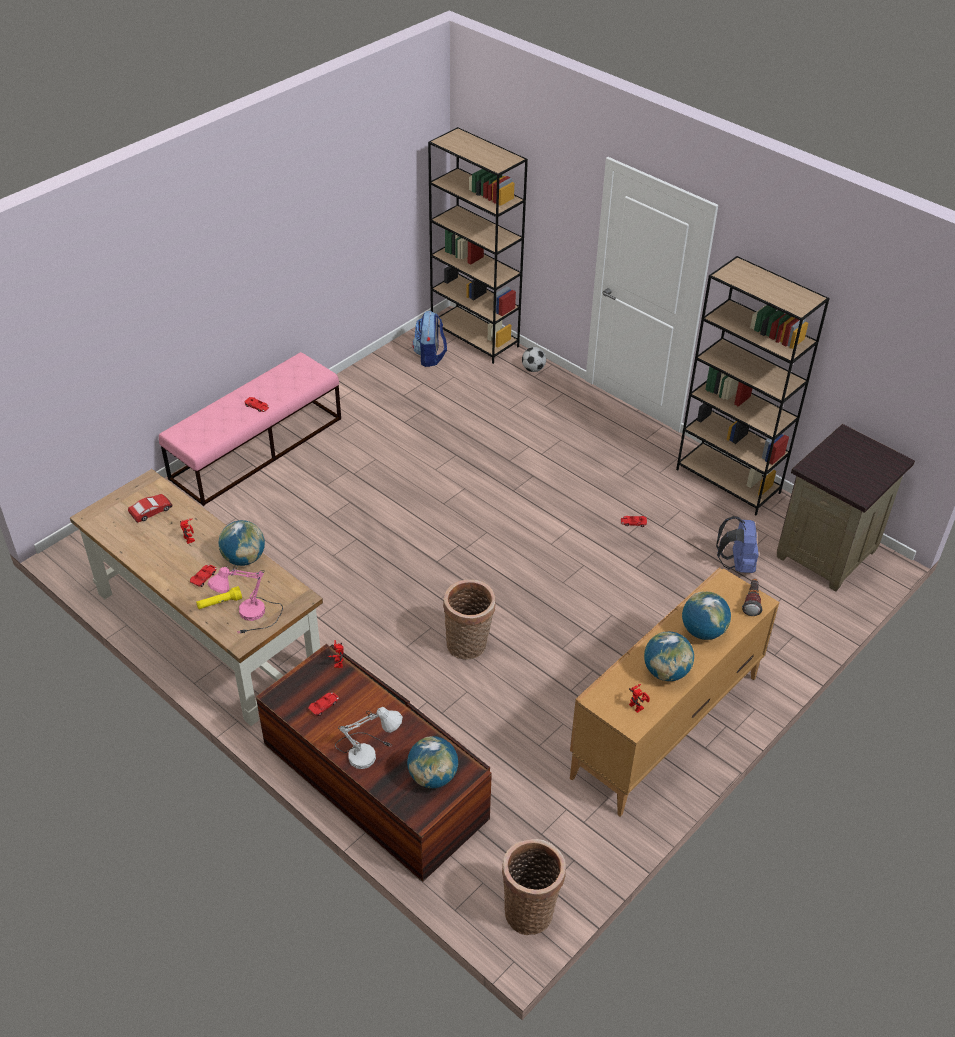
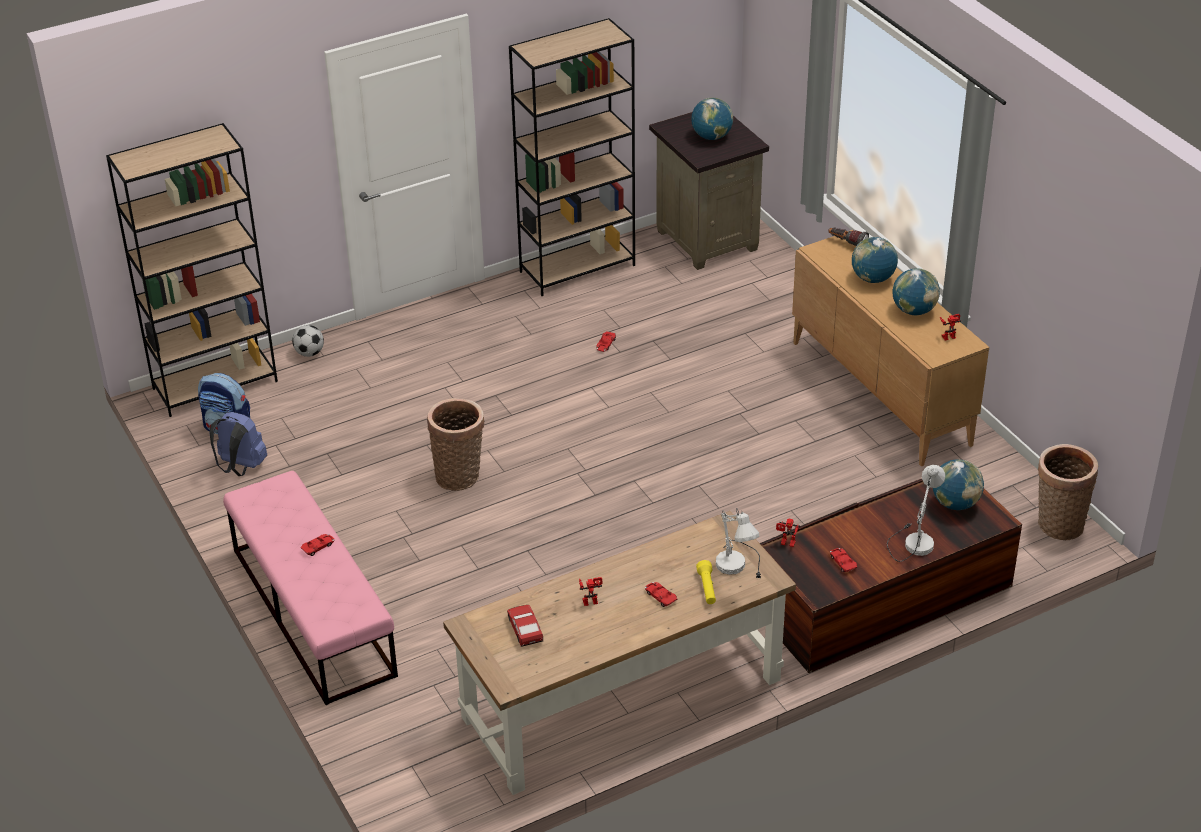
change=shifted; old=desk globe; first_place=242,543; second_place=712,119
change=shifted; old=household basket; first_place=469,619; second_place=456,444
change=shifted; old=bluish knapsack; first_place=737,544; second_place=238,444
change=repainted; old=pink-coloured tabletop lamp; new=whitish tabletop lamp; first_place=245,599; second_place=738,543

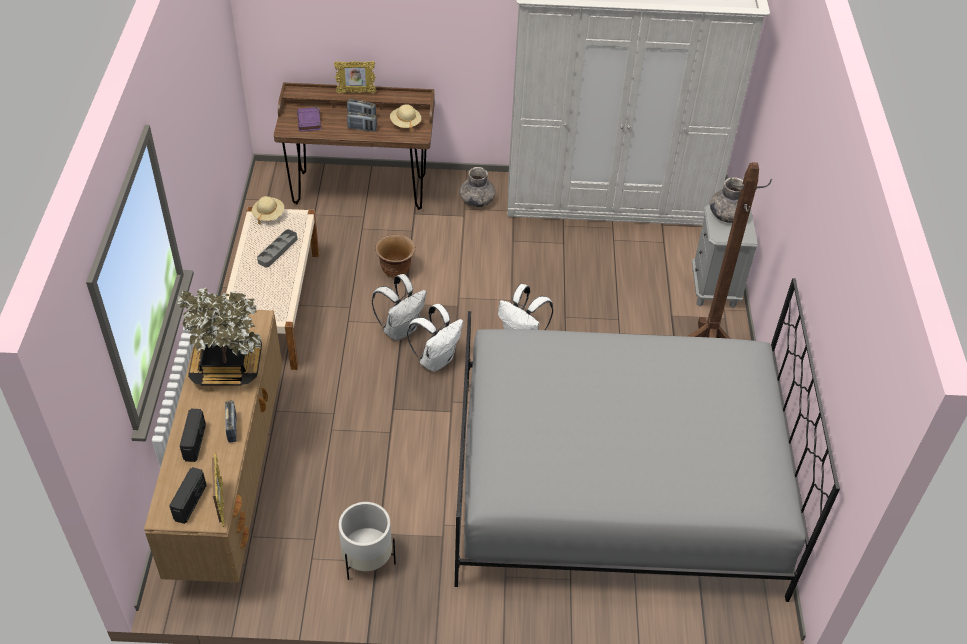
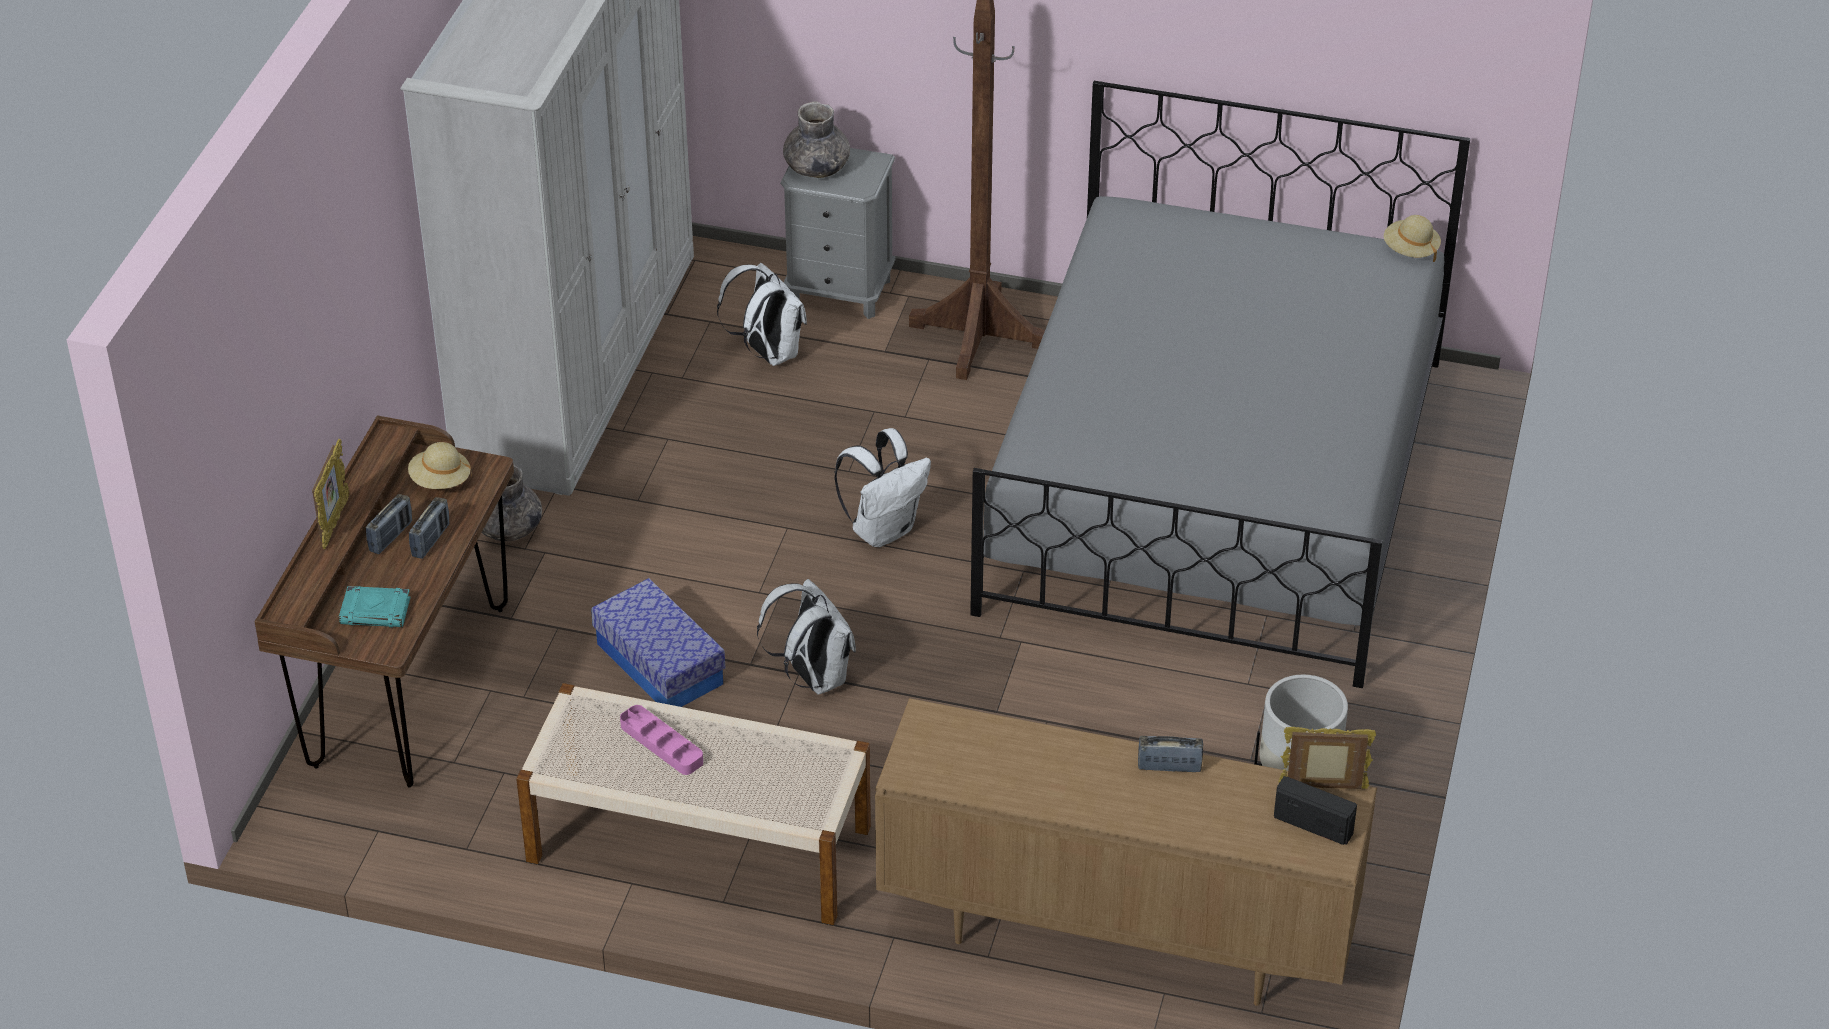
change=gone; old=potted plant; first_place=219,336
change=gone; old=radio; first_place=193,435
change=shifted; old=sand-coloured hat; first_place=268,210; second_place=1412,238
change=shifted; old=whitish knapsack; first_place=435,338; second_place=762,314
change=swapped; old=brownish flower pot; new=storage box; first_place=395,256; second_place=658,642
change=repainted; old=gray carrying tray; new=pink-coloured carrying tray; first_place=277,248; second_place=661,740
change=repainted; old=purple book; new=turquoise book; first_place=309,119; second_place=375,606

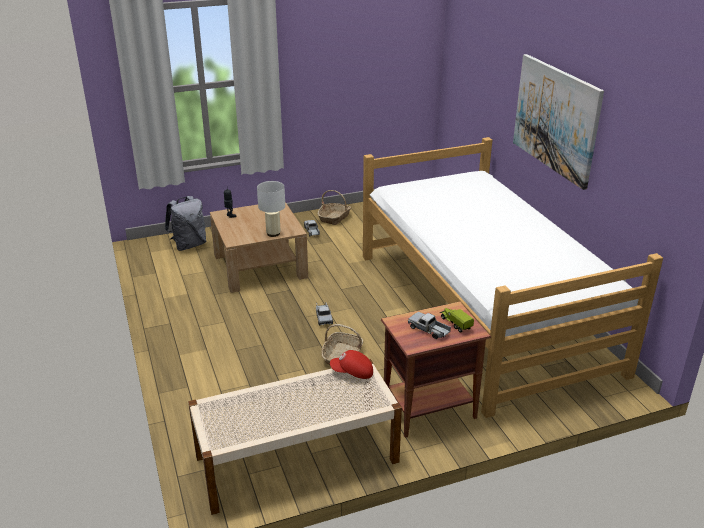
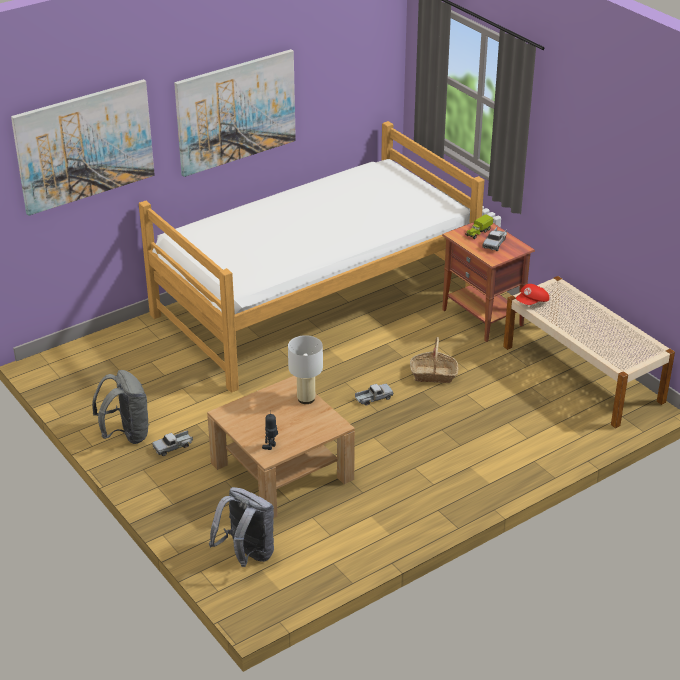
change=new; new=picture; second_place=83,147
change=swapped; old=household basket; new=gray knapsack; first_place=334,207; second_place=120,407
change=rotated; old=red baseball cap; first_place=351,364; second_place=532,294; degrees=60

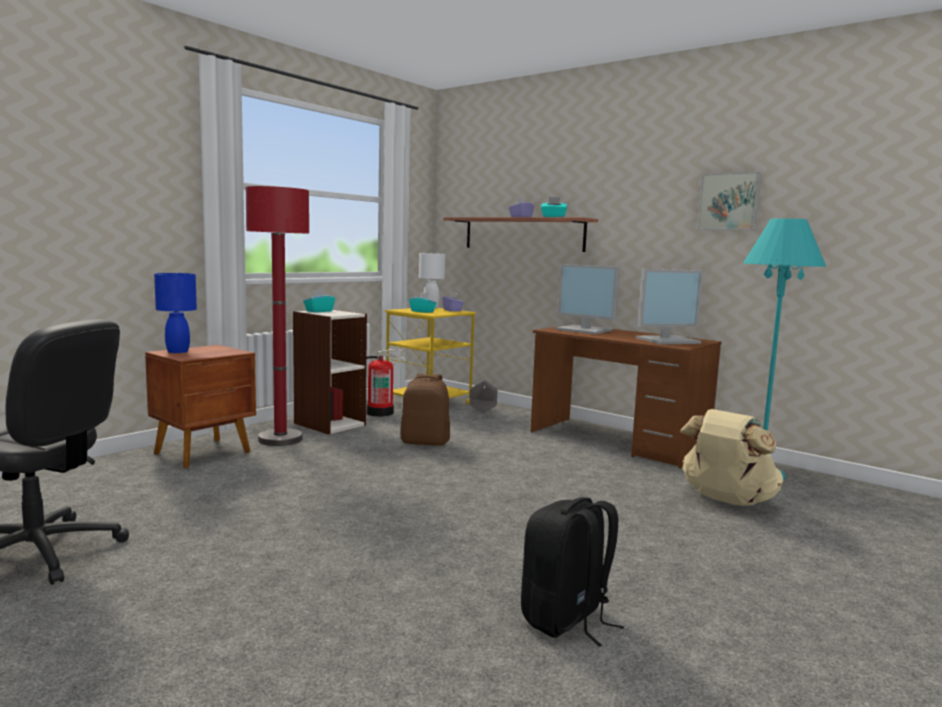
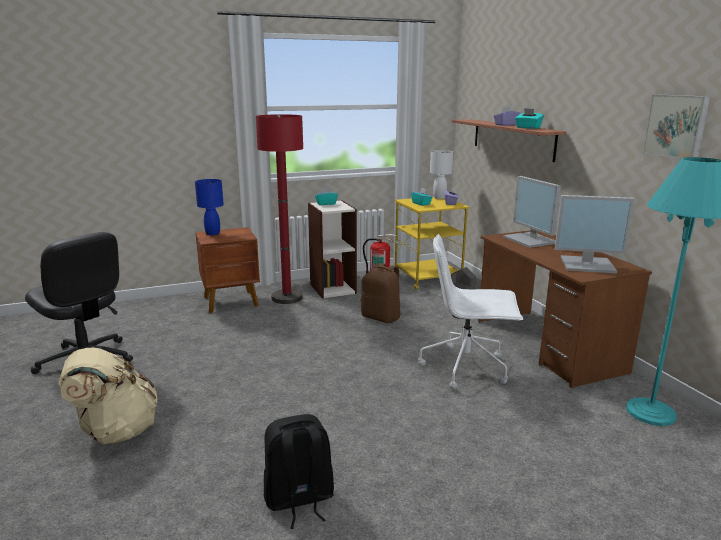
change=new; new=whitish desk chair; second_place=470,312
change=shifted; old=sand-coloured knapsack; first_place=731,457; second_place=108,396

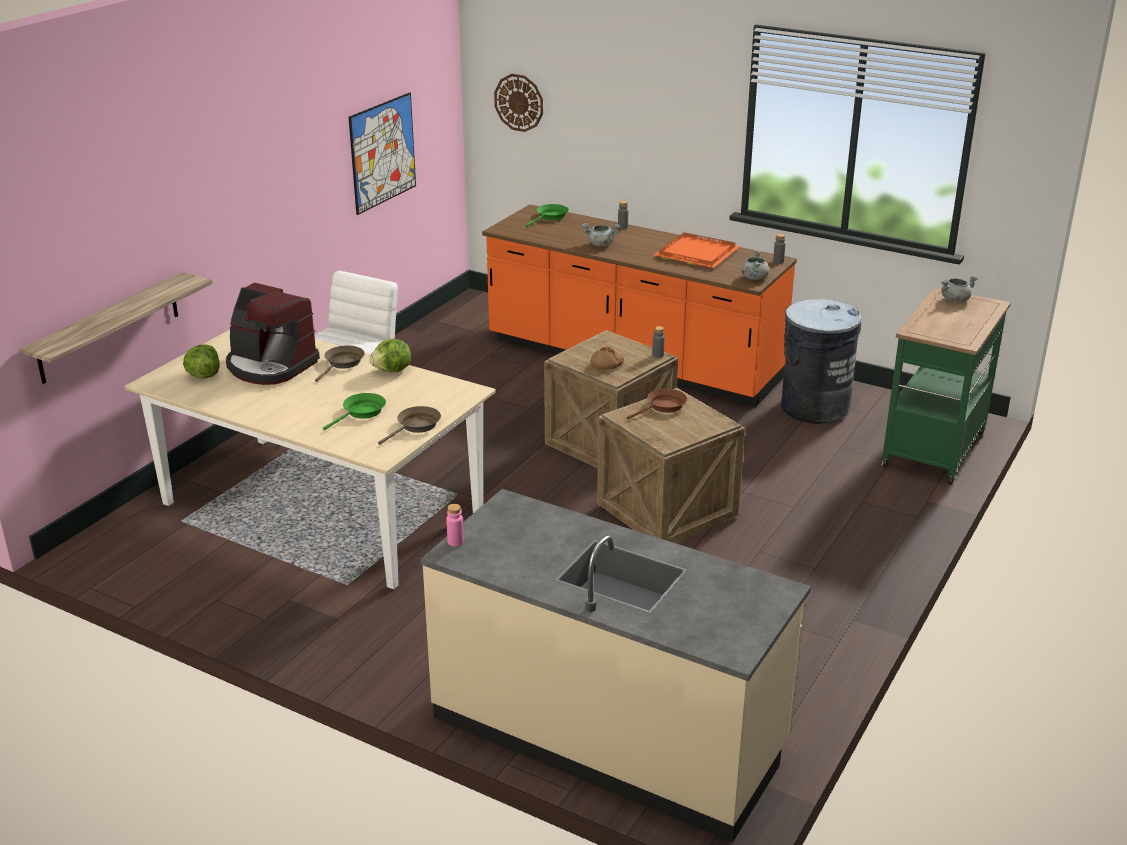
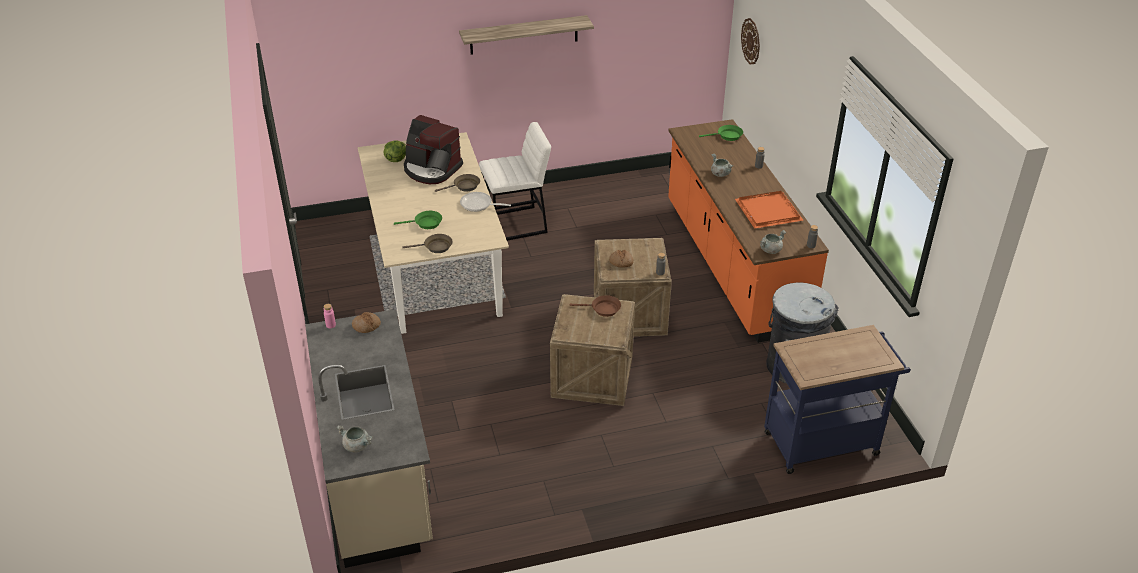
change=gone; old=picture; first_place=382,153
change=new; new=bakery bread; second_place=366,322
change=shifted; old=bracket shelf; first_place=116,328; second_place=526,35
change=shifted; old=gray stockpot; first_place=959,289; second_place=354,439
change=swapped; old=lettuce head; new=frying pan; first_place=390,355; second_place=485,202
change=repainted; old=green-coloured trolley; new=bluish trolley; first_place=946,386; second_place=837,399
change=rotated; old=coffee machine; first_place=273,334; second_place=433,149; degrees=-45

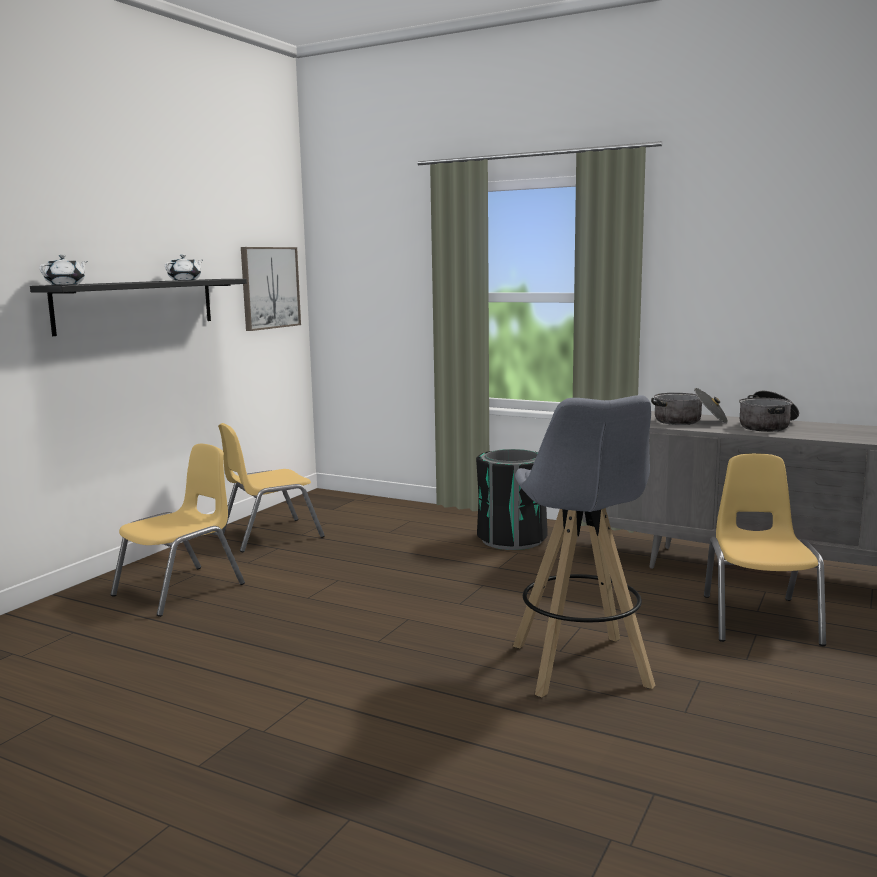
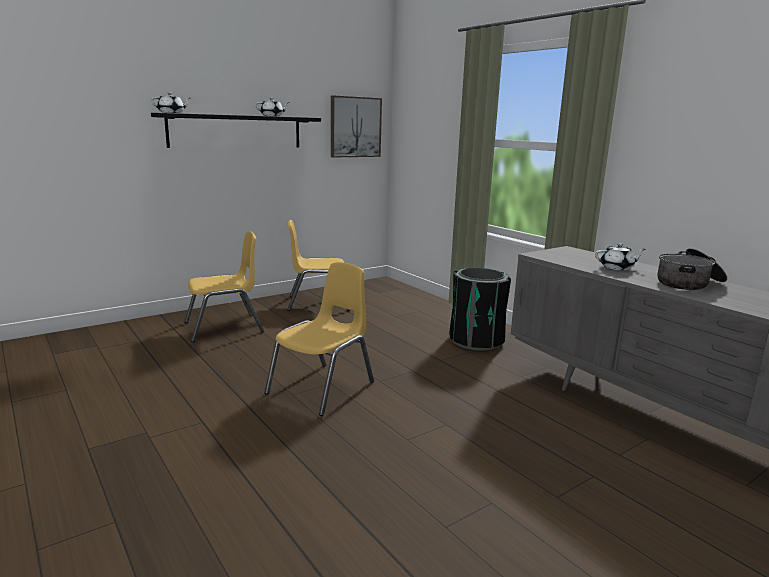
change=gone; old=gray stool seat; first_place=584,546
change=shifted; old=yellow chair; first_place=765,550; second_place=319,339
change=swapped; old=stockpot; new=whitish tea pot; first_place=689,406; second_place=620,256

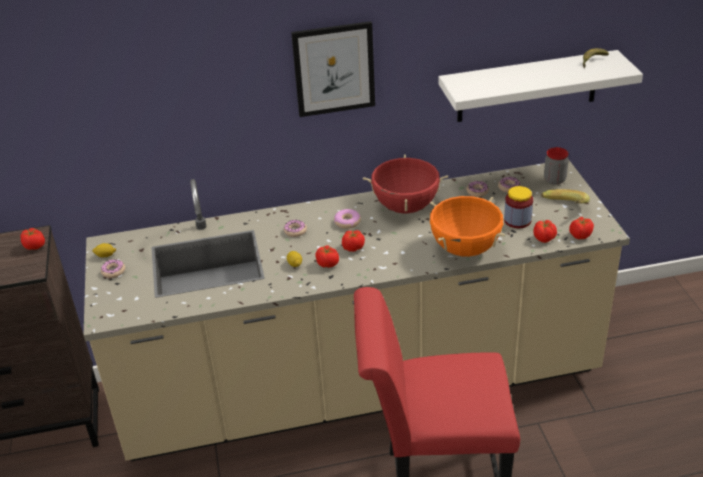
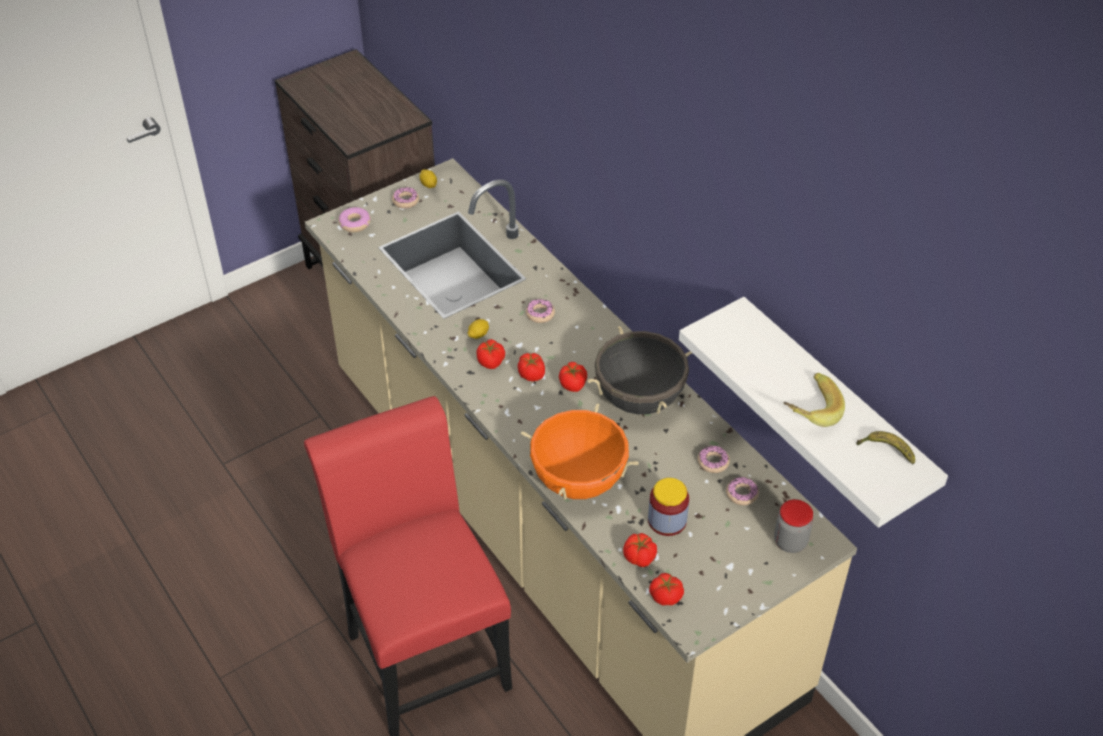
change=gone; old=picture; first_place=333,69
change=shifted; old=tomato; first_place=32,239; second_place=573,377
change=shifted; old=donut; first_place=347,219; second_place=354,219
change=shifted; old=whole banana; first_place=565,196; second_place=814,400
change=repainted; old=red stockpot; new=black stockpot; first_place=405,183; second_place=639,370

